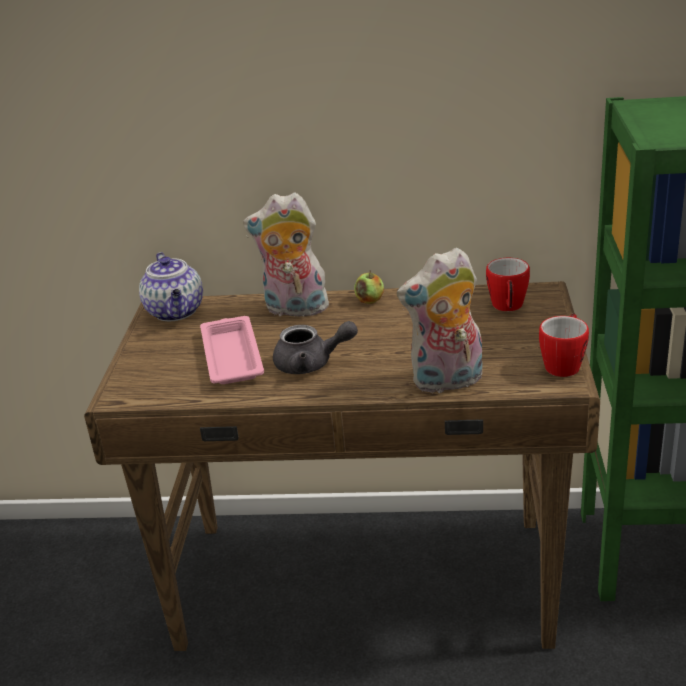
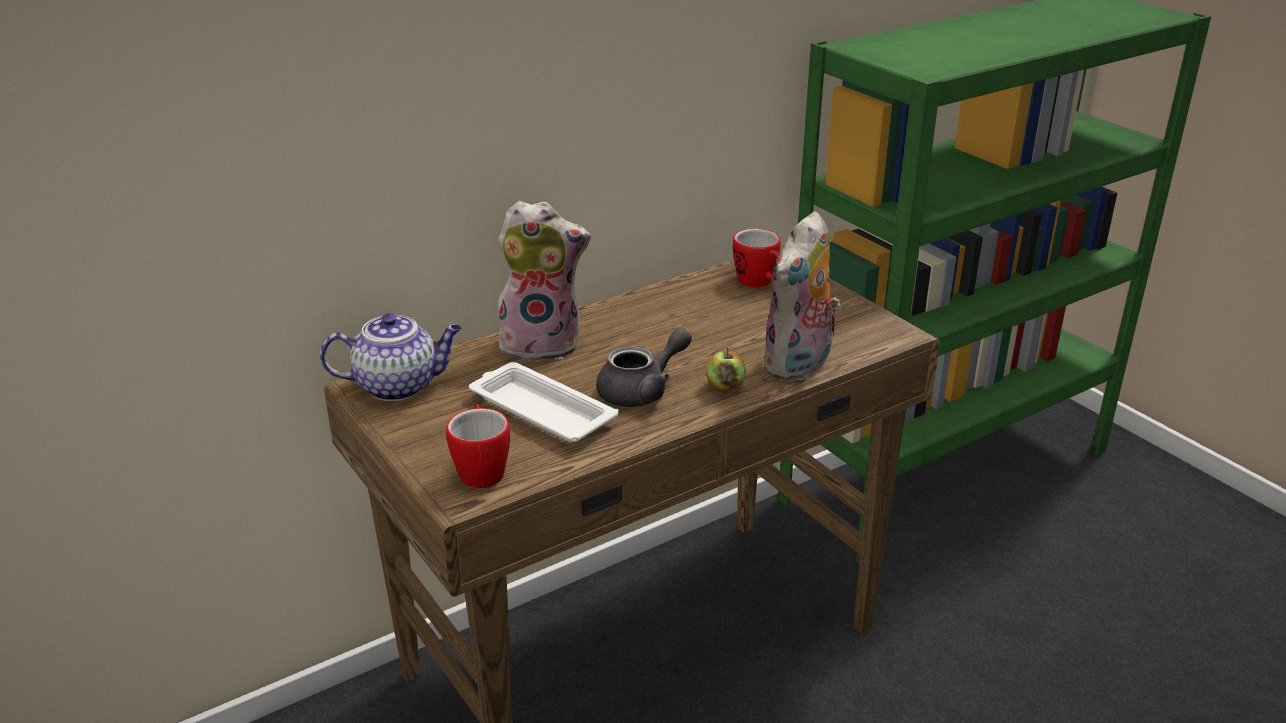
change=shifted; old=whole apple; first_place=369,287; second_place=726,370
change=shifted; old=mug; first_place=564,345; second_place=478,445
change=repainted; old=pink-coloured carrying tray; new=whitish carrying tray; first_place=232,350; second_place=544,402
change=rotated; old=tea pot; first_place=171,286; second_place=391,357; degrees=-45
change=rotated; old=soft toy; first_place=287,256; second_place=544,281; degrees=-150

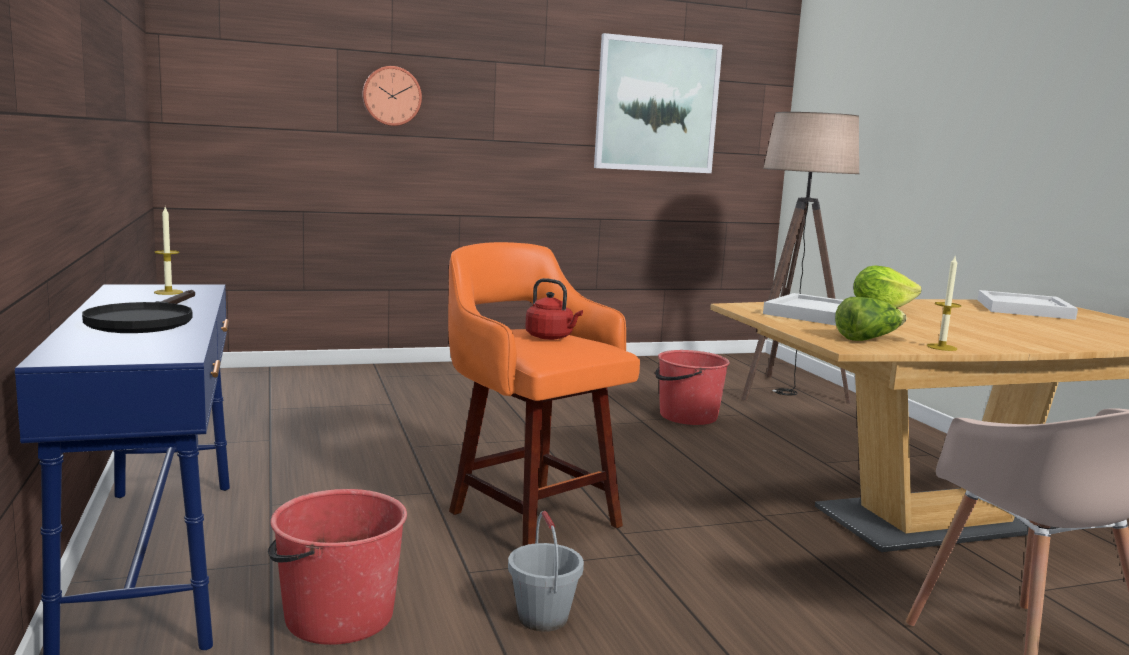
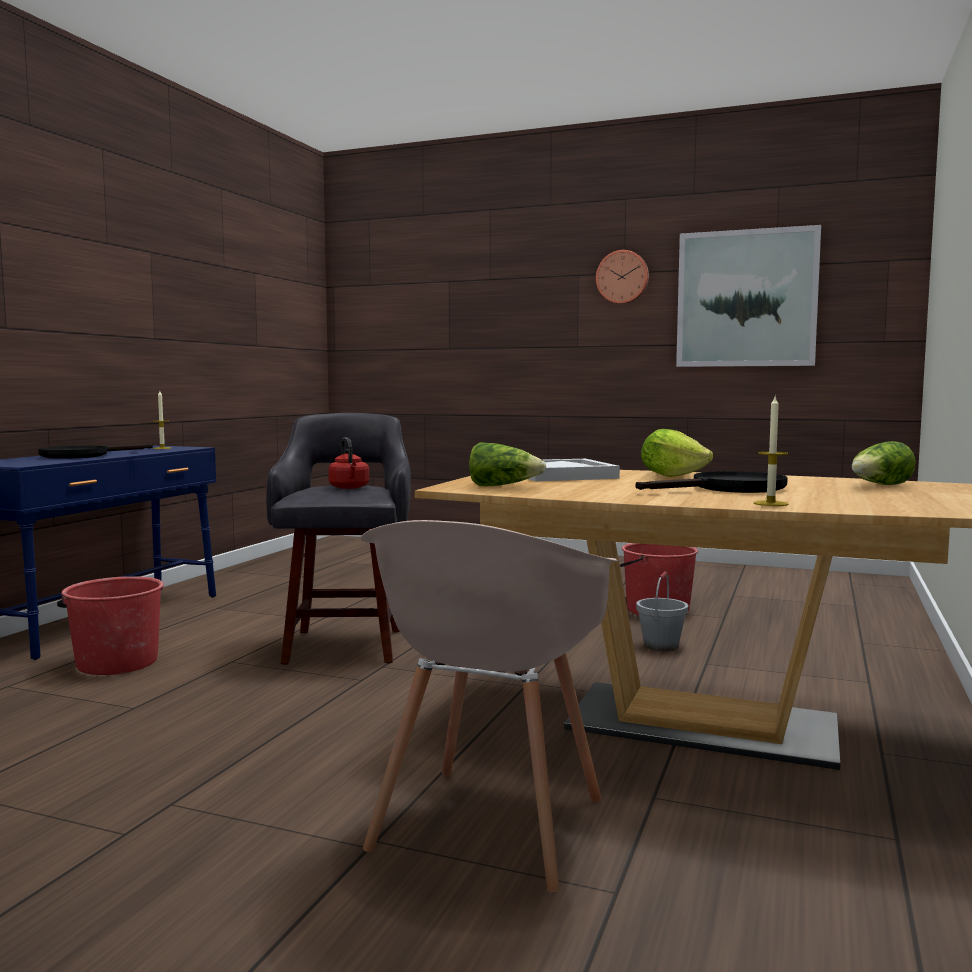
change=gone; old=standing lamp; first_place=800,258
change=new; new=black frying pan; second_place=712,482
change=shifted; old=wall clock; first_place=392,96; second_place=622,277
change=shifted; old=gray pail; first_place=546,571; second_place=662,611
change=shifted; old=wax candle; first_place=944,303; second_place=771,451
change=swapped; old=whitish carrying tray; new=lettuce head; first_place=1028,305; second_place=883,463
change=repainted; old=orange stool seat; new=gray stool seat; first_place=544,394; second_place=338,539

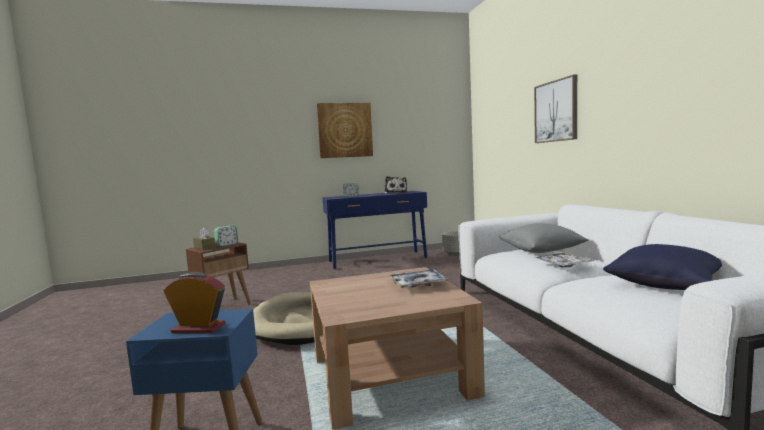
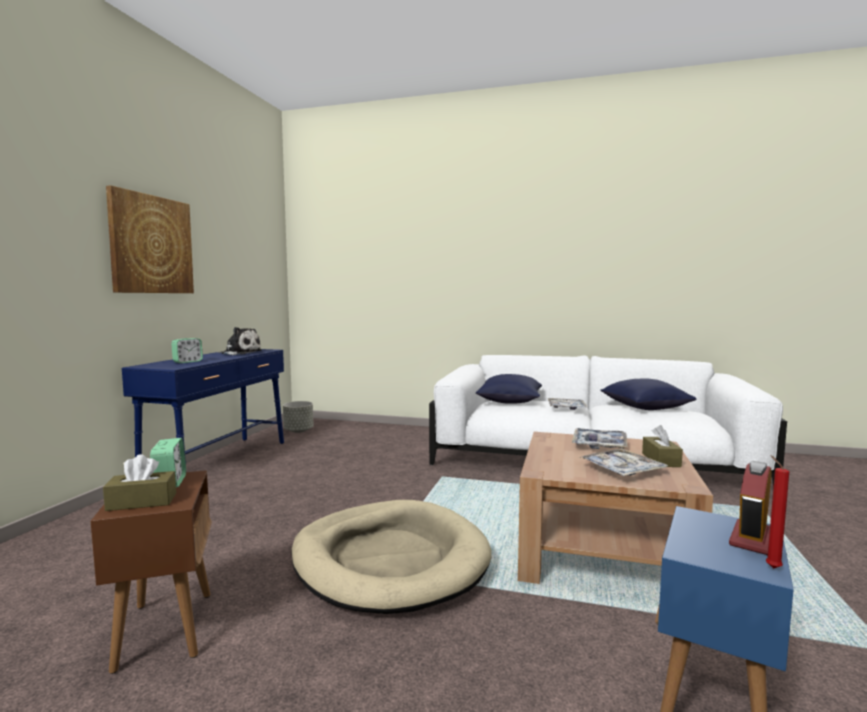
change=gone; old=picture; first_place=555,108
change=new; new=carrying tray; second_place=623,462
change=new; new=brownish tissue box; second_place=662,446
change=new; new=red wax candle; second_place=777,512
change=repainted; old=gray pillow; new=bluish pillow; first_place=544,238; second_place=509,389

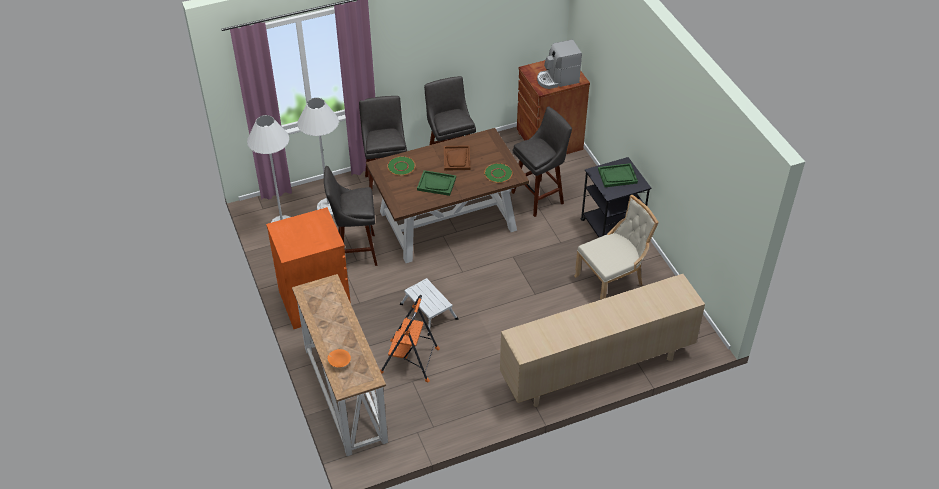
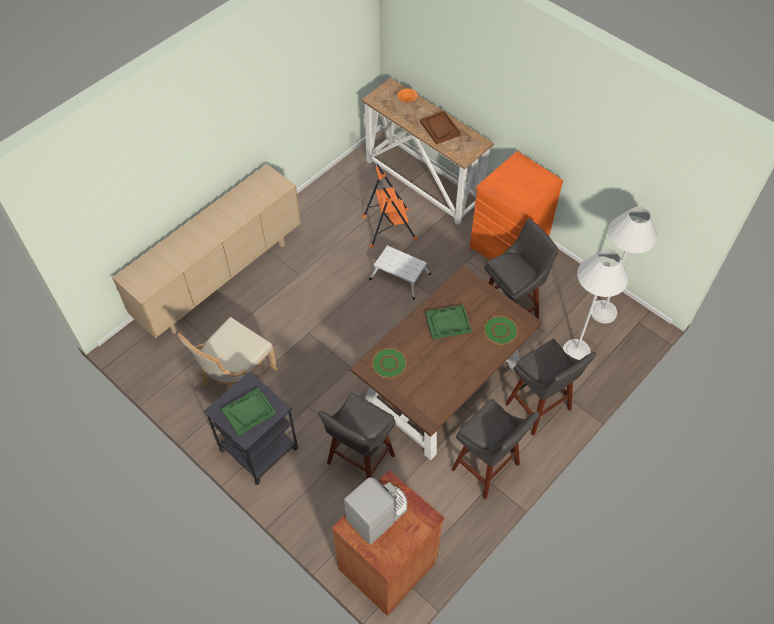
change=shifted; old=brownish carrying tray; first_place=457,158; second_place=440,128

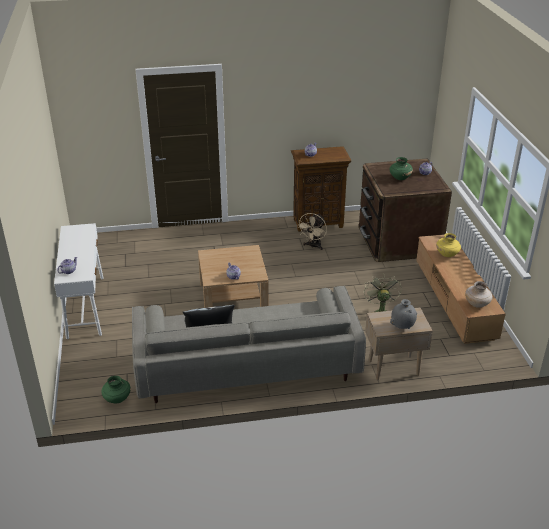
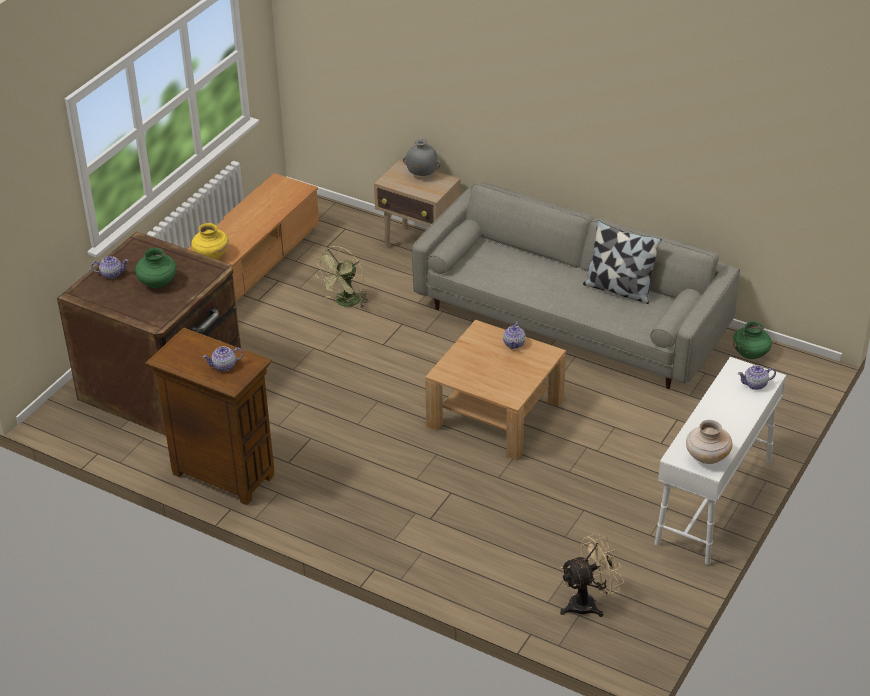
change=shifted; old=sand-coloured fan; first_place=312,231; second_place=592,575
change=shifted; old=sand-coloured decorative vase; first_place=479,294; second_place=709,442

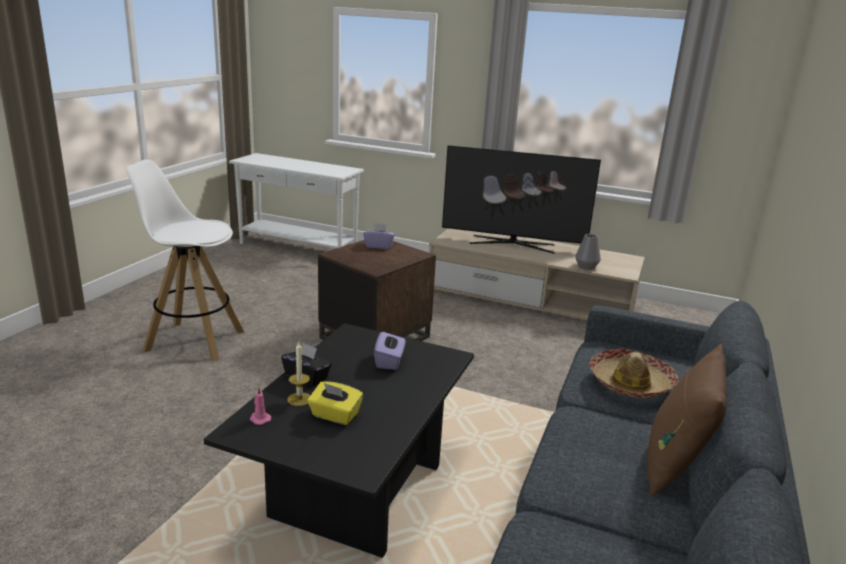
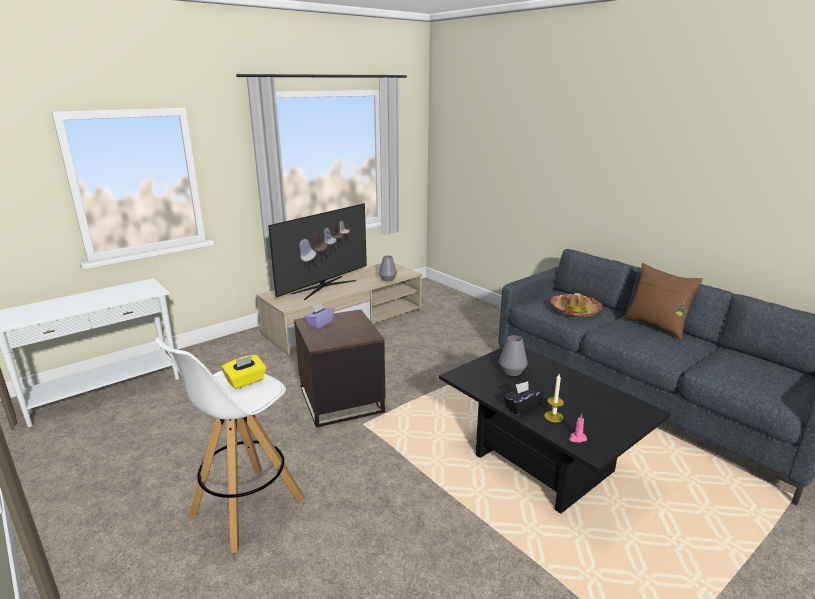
change=shifted; old=yellow tissue box; first_place=335,403; second_place=244,372
change=swapped; old=purple tissue box; new=gray decorative vase; first_place=389,350; second_place=513,355

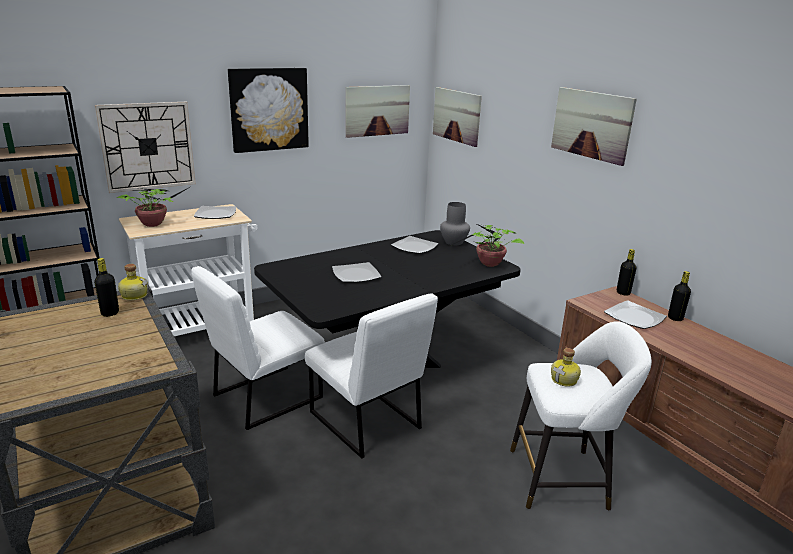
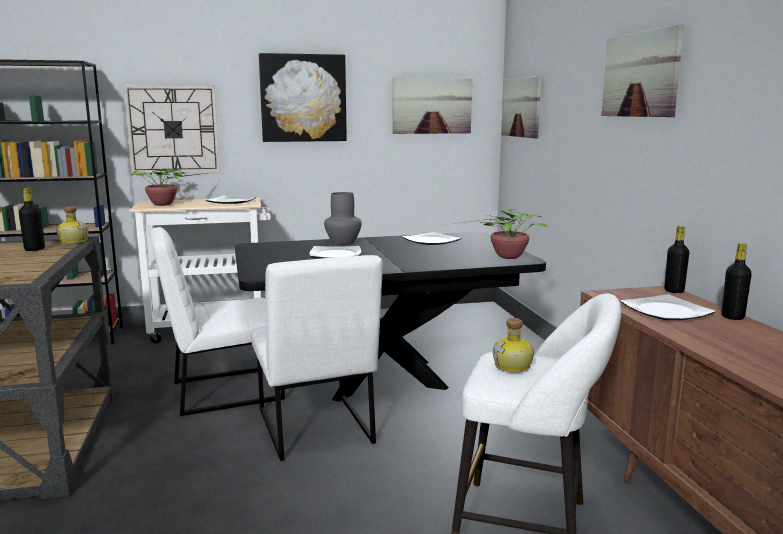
change=shifted; old=gray decorative vase; first_place=455,223; second_place=343,218

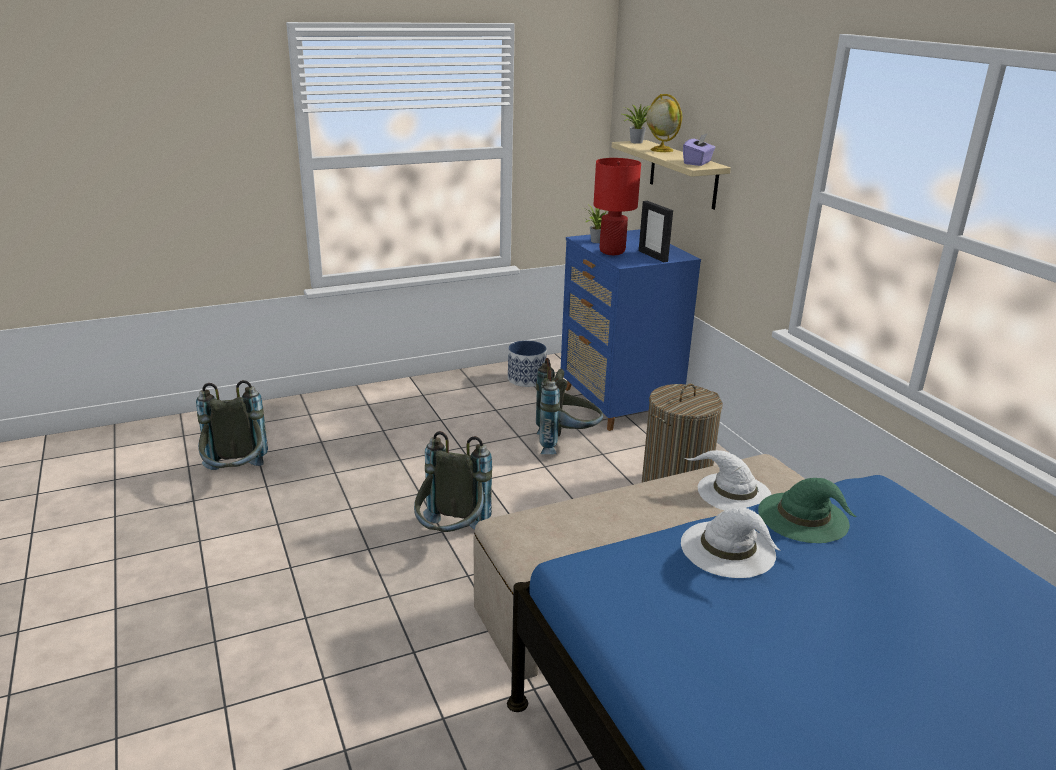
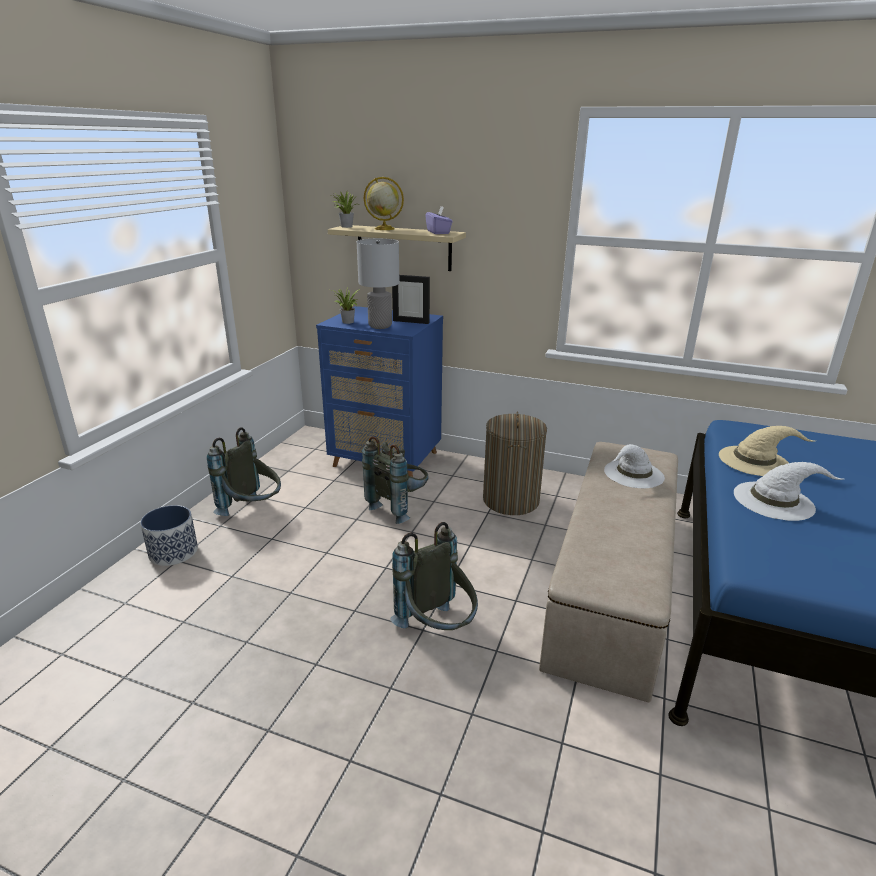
change=shifted; old=gray knapsack; first_place=232,425; second_place=244,471
change=shifted; old=flower pot; first_place=527,364; second_place=169,535
change=repainted; old=red tabletop lamp; new=gray tabletop lamp; first_place=617,206; second_place=378,284
change=repainted; old=green-coloured hat; new=sand-coloured hat; first_place=807,510; second_place=767,451

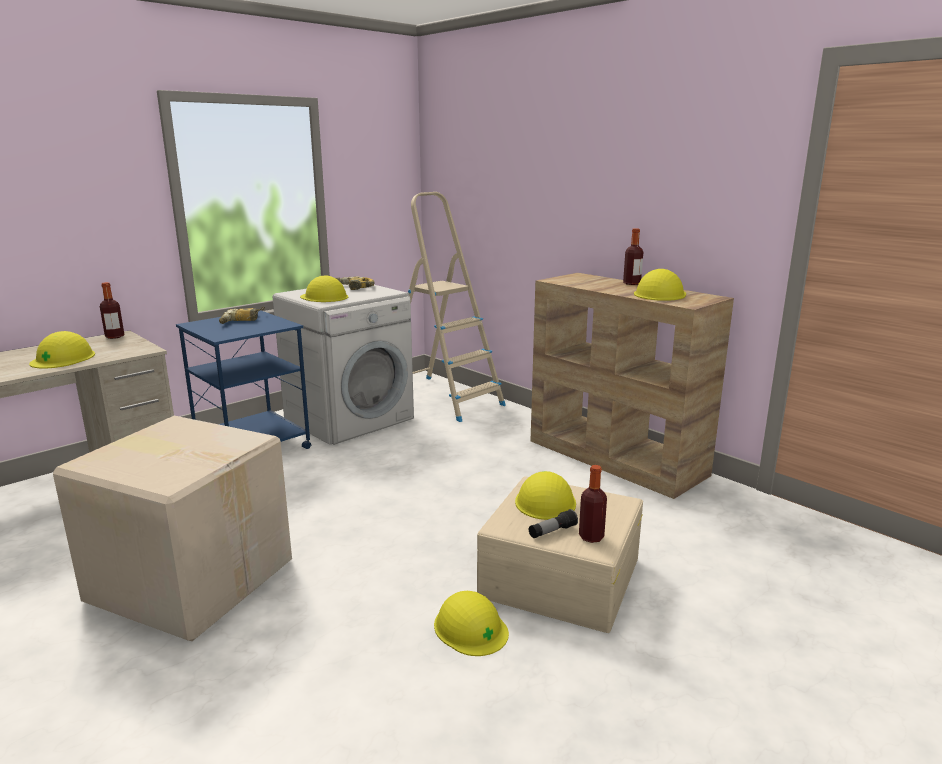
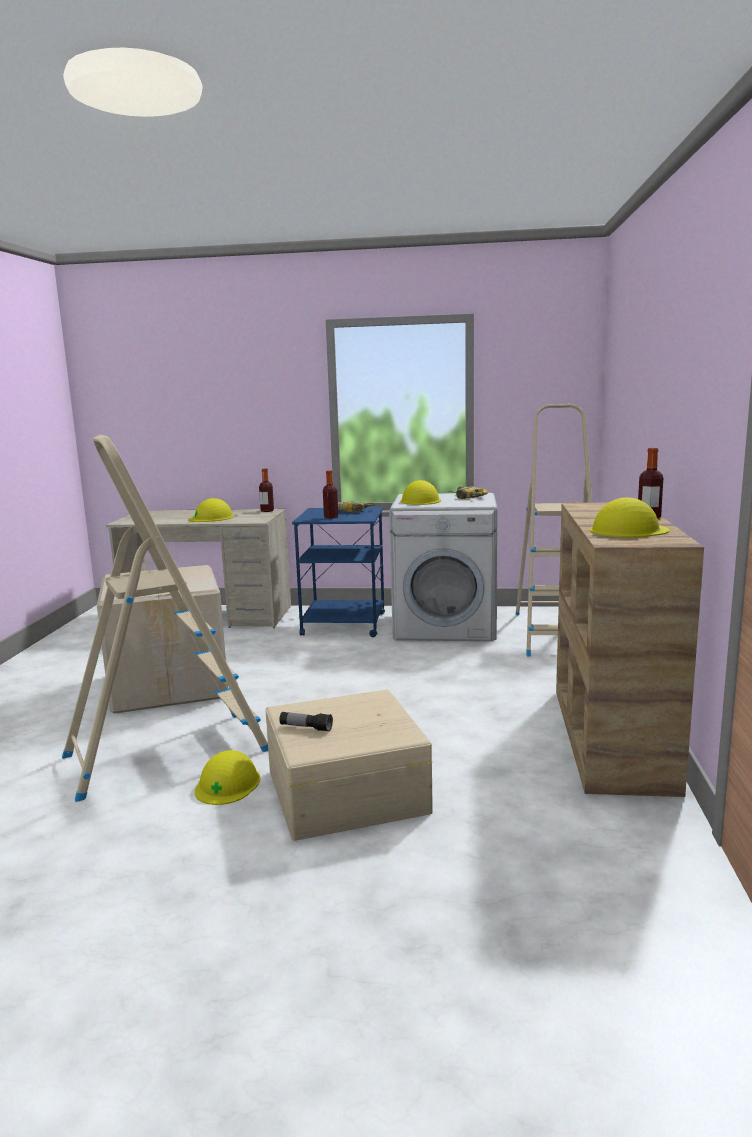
change=gone; old=yellow hard hat; first_place=545,495
change=new; new=sand-coloured stepladder; second_place=165,618
change=shifted; old=beverage bottle; first_place=593,504; second_place=330,494

